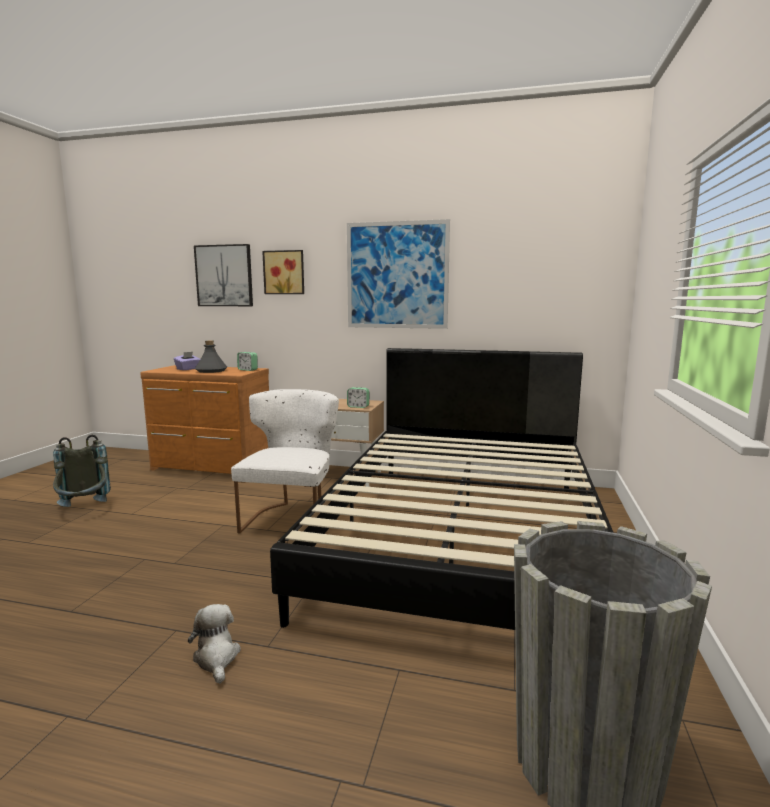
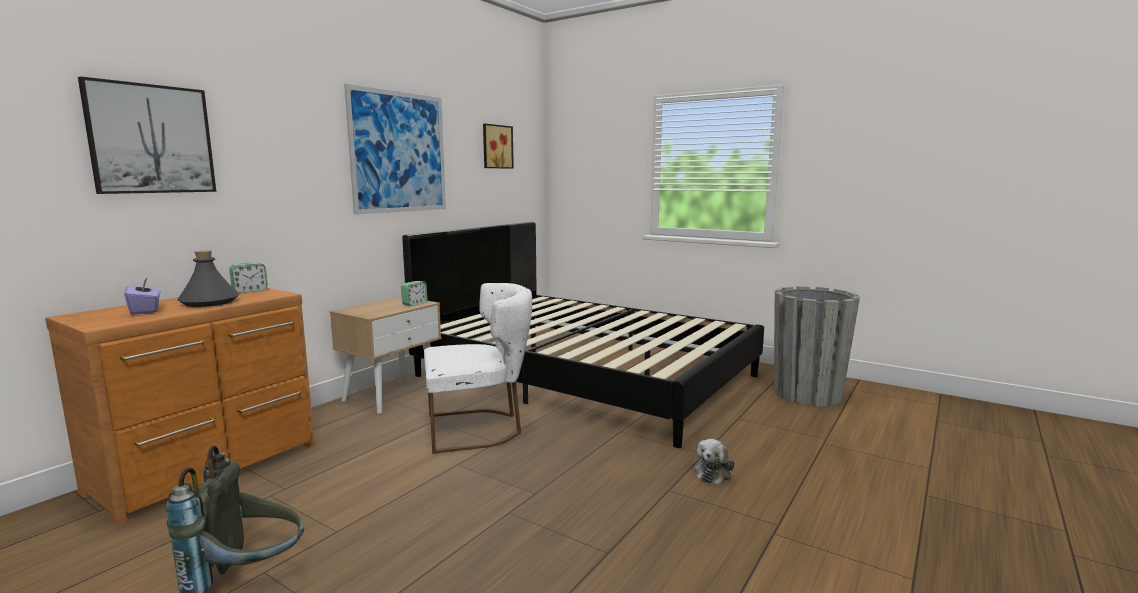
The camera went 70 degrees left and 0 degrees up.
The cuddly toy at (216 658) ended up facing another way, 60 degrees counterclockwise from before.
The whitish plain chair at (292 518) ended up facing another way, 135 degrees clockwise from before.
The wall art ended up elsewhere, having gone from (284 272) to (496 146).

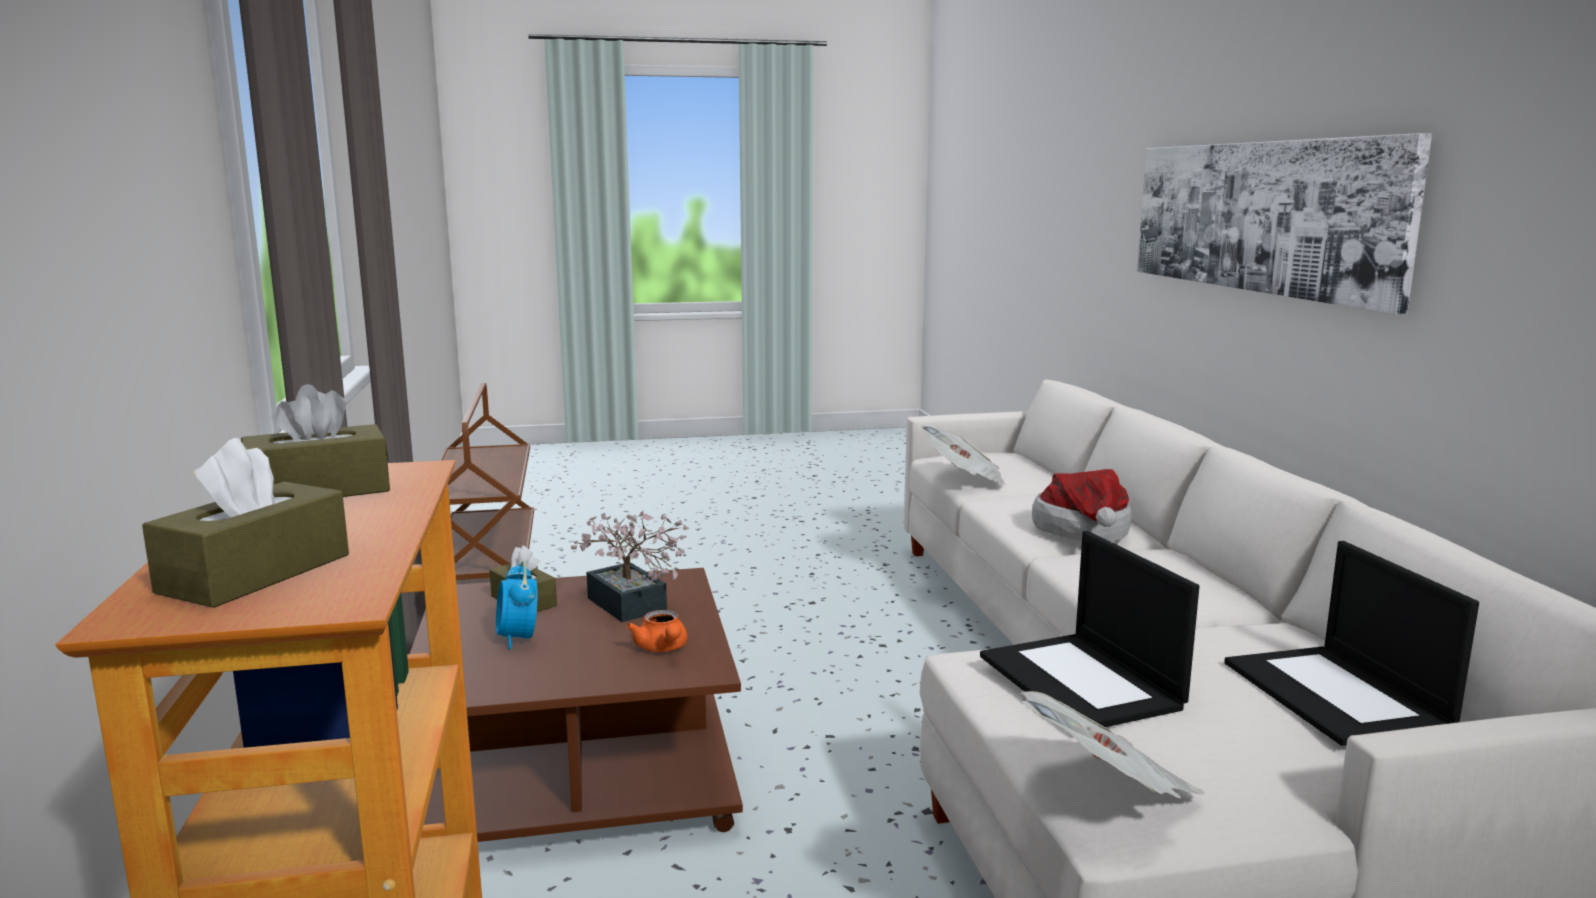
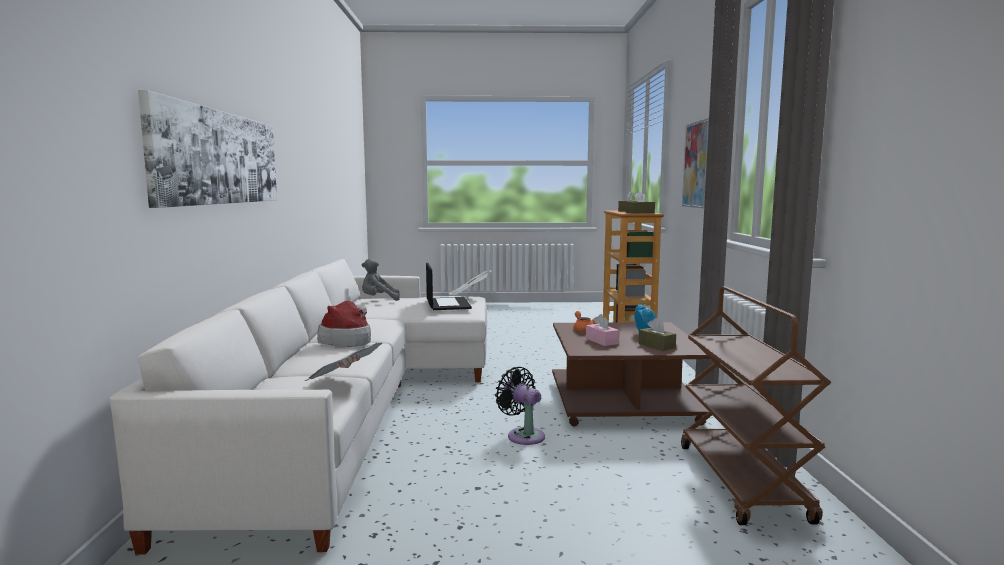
The camera went 170 degrees left and 5 degrees down.
Where the plant in a pot stood at (630 608), the pink-coloured box of tissues came to stand at (602 341).
Where the notebook computer stood at (1338 695), the greyish cuddly toy came to stand at (379 300).
The second view gained the blackish fan at (523 435).
The second view gained the wall art at (698 164).

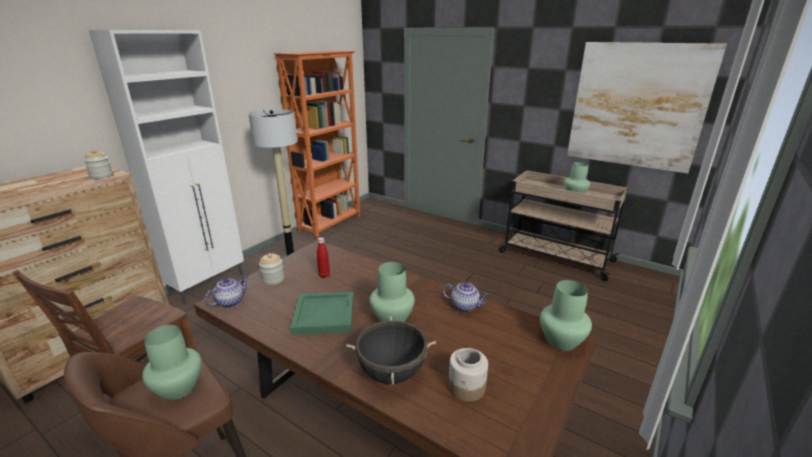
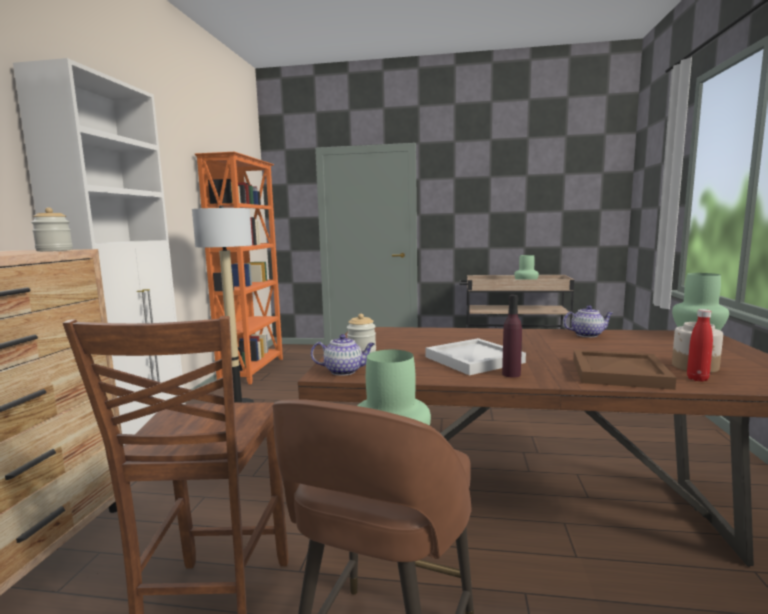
The camera went 25 degrees left and 15 degrees down.
The tea pot at (230 301) ended up facing another way, 75 degrees clockwise from before.
What was the green-coloured tray at (323 315) turned into the whitish tray at (474 360).
The red drink bottle ended up elsewhere, having gone from (324 275) to (697 379).
Where the blackish cooking pot stood at (392 373), the brownish tray came to stand at (620 373).
The second view lost the green-coloured decorative vase at (393 319).
The second view lost the wall art at (637 106).
The second view gained the purple drink bottle at (511 374).

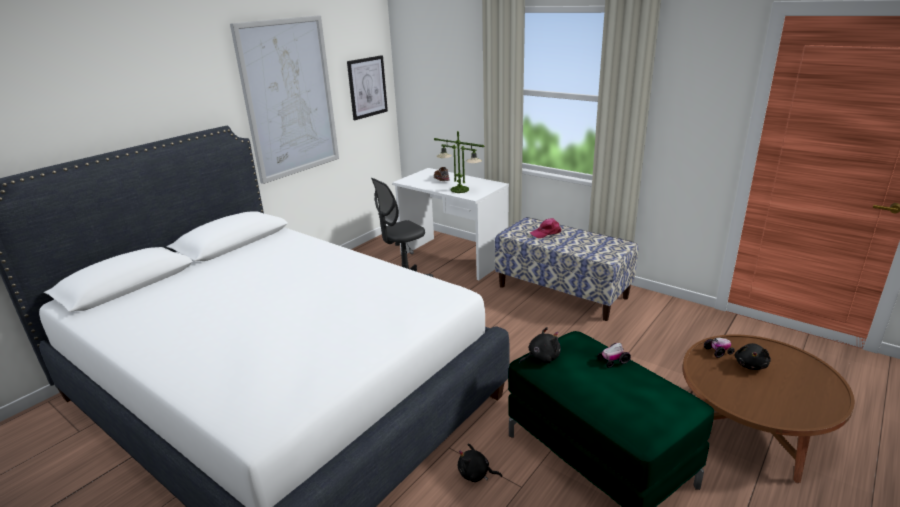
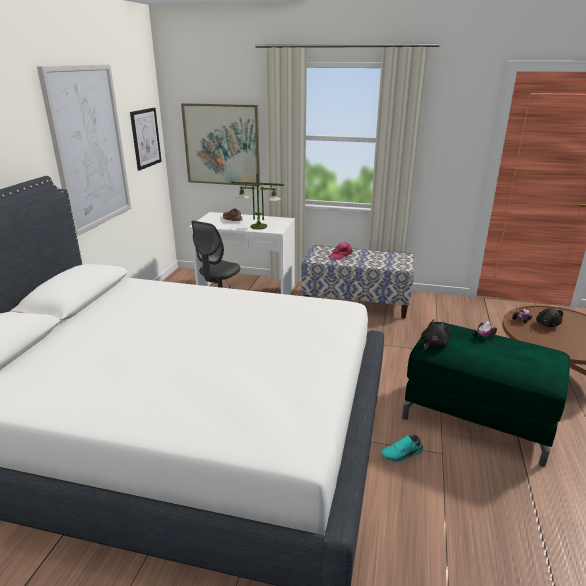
The camera went 25 degrees left and 0 degrees up.
Where the blackish cuddly toy stood at (476 474), the blue-green item of footwear came to stand at (402 454).
The second view gained the wall art at (222 145).

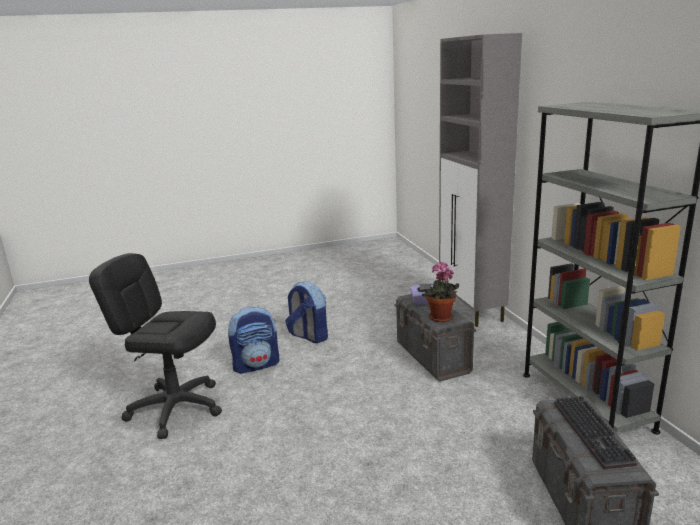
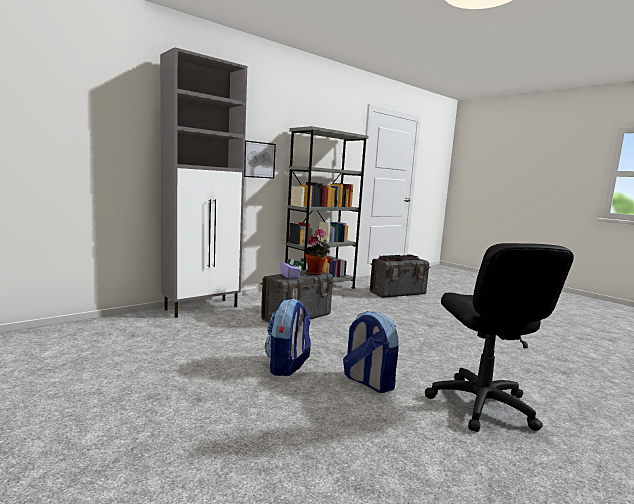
The camera went 115 degrees left and 10 degrees down.
The second view gained the wall art at (258 160).

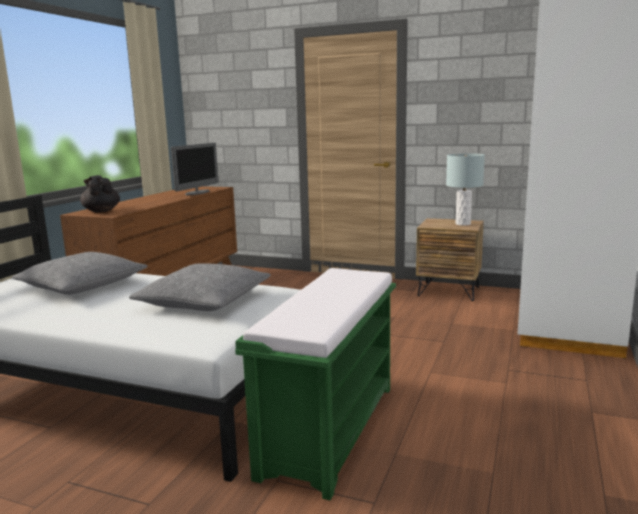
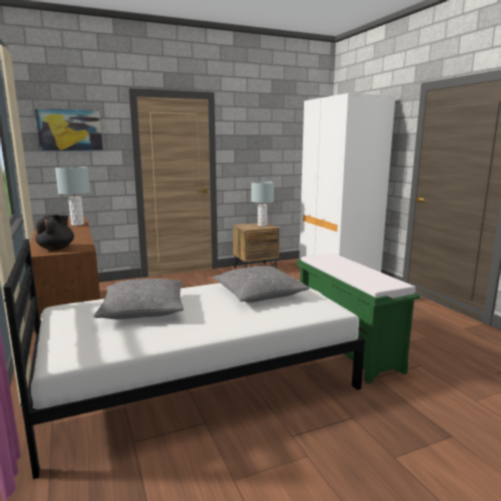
The camera went 45 degrees left and 0 degrees up.
The blackish tea pot at (101 211) ended up facing another way, 90 degrees clockwise from before.
Where the computer display stood at (197 193), the greyish tabletop lamp came to stand at (77 224).
The second view gained the wall art at (70 130).

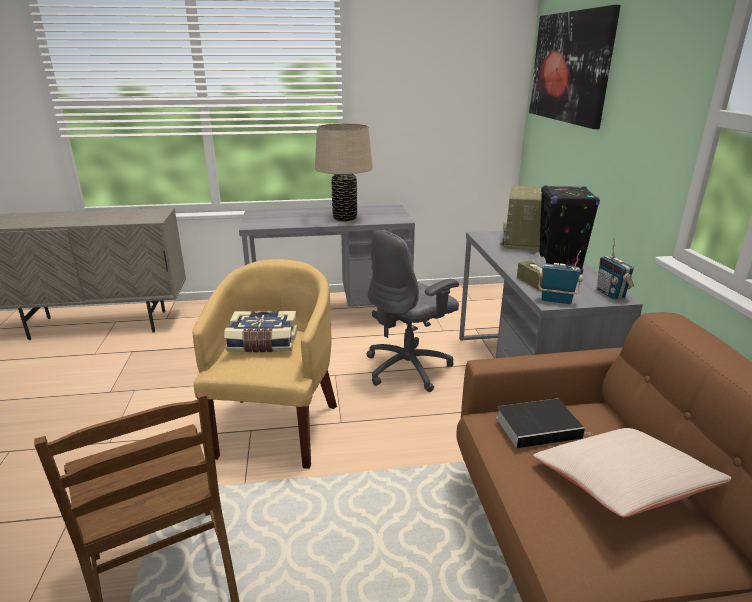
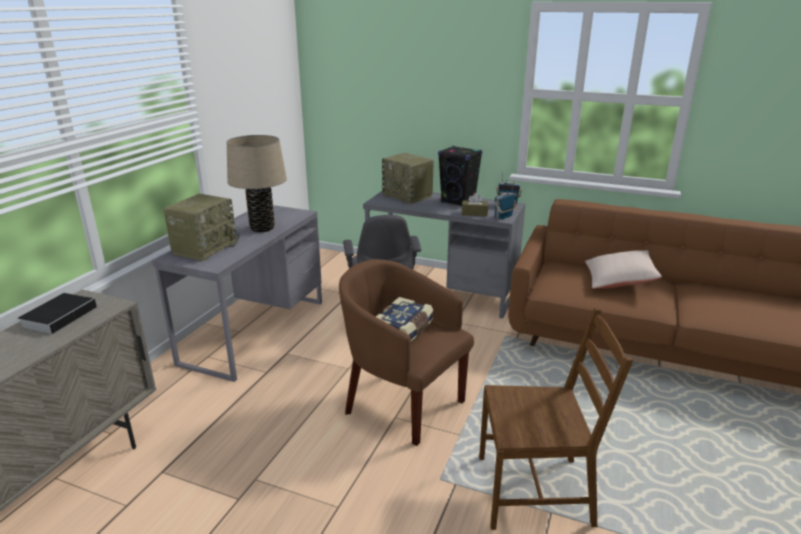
The camera went 60 degrees left and 0 degrees up.
What was the yellowish armchair at (277 426) turned into the brownish armchair at (402 403).
The volume ended up elsewhere, having gone from (539 426) to (60 316).
The second view lost the wall art at (570 67).
The second view gained the radio set at (205 248).

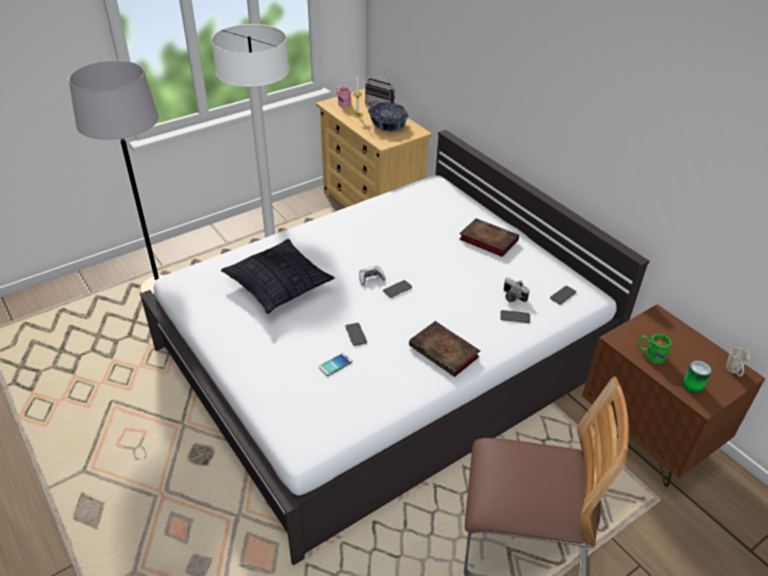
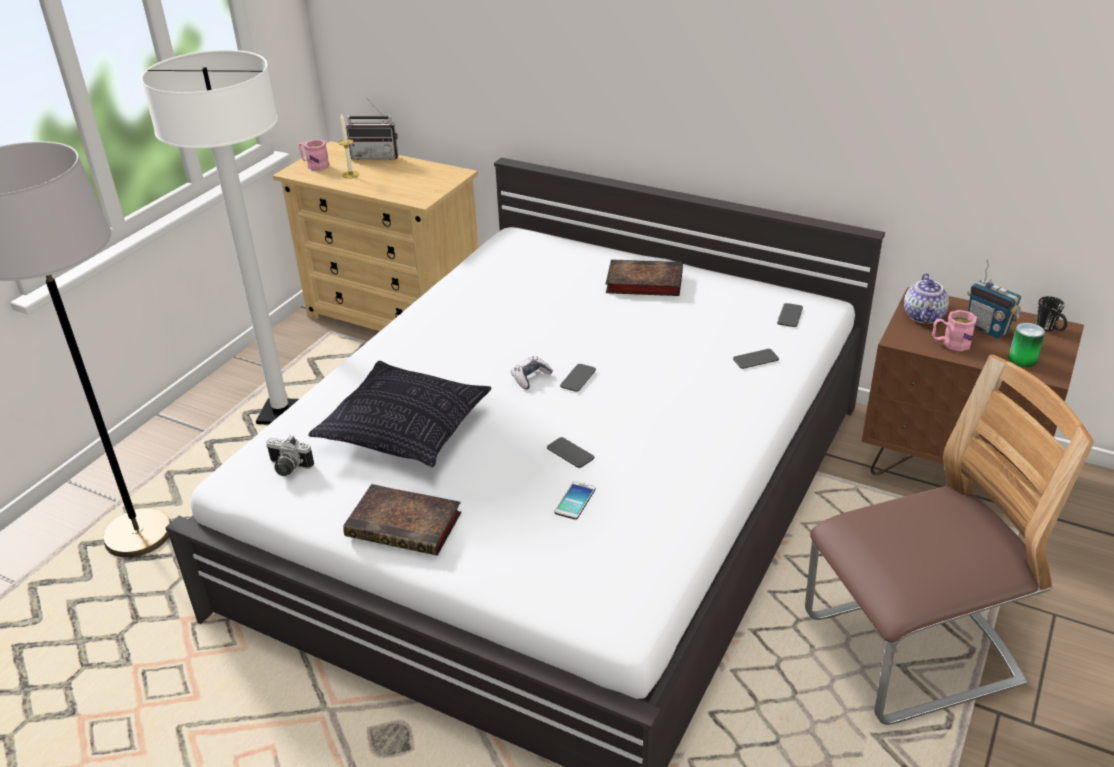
The camera went 25 degrees left and 5 degrees down.
The second view lost the bowl at (388 124).
The volume ended up elsewhere, having gone from (445 352) to (407 525).
The photo camera ended up elsewhere, having gone from (512 297) to (287 468).
What was the green-coloured tea mug at (650 355) turned into the pink-coloured tea mug at (950 343).
What was the whitish tea mug at (734 372) turned into the blackish tea mug at (1049 329).
The second view gained the tea pot at (924 316).
The second view gained the radio set at (987 329).

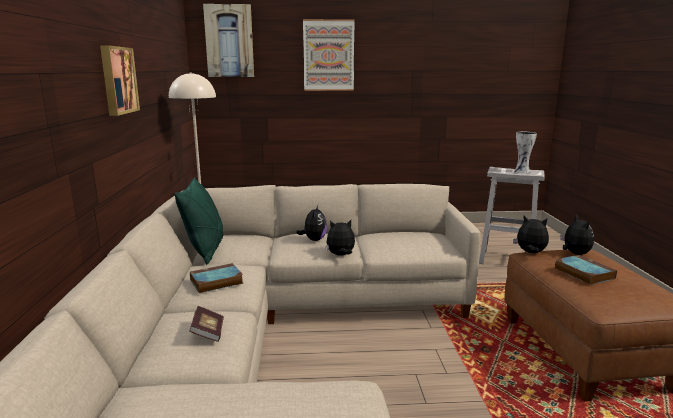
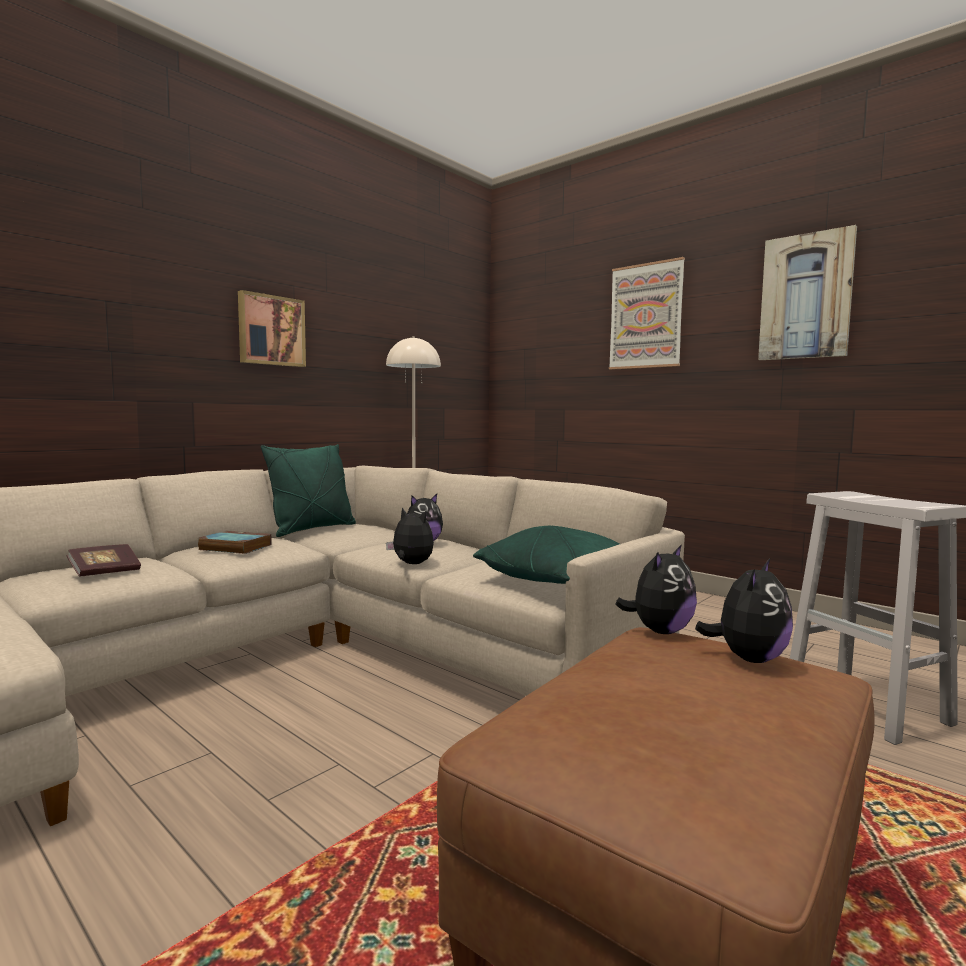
The camera went 45 degrees right and 10 degrees down.
The wall art ended up elsewhere, having gone from (229 41) to (806 297).
The cuddly toy at (530 253) ended up facing another way, 60 degrees clockwise from before.
The second view lost the decorative vase at (522 172).
The second view lost the volume at (582 273).
The second view gained the green-coloured cushion at (559 580).

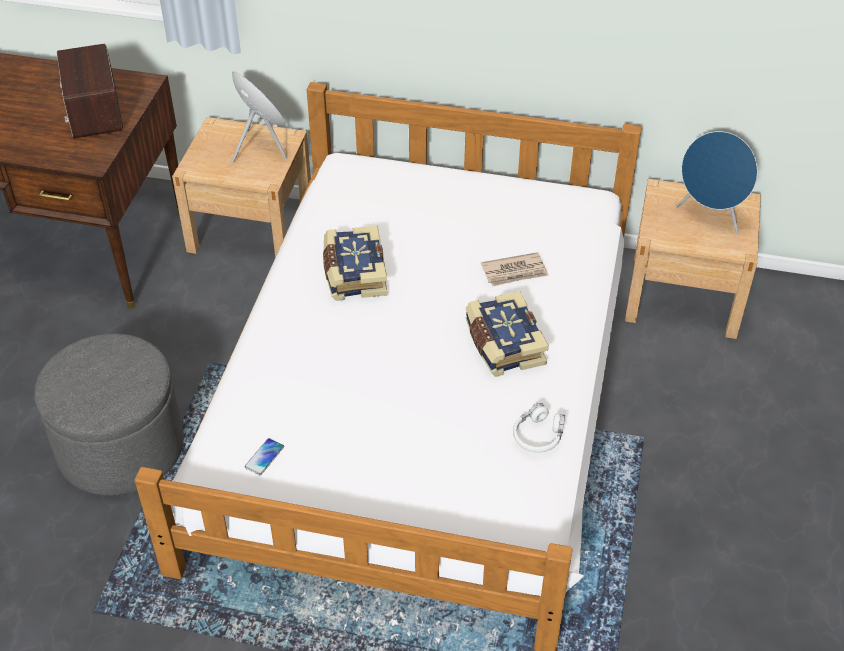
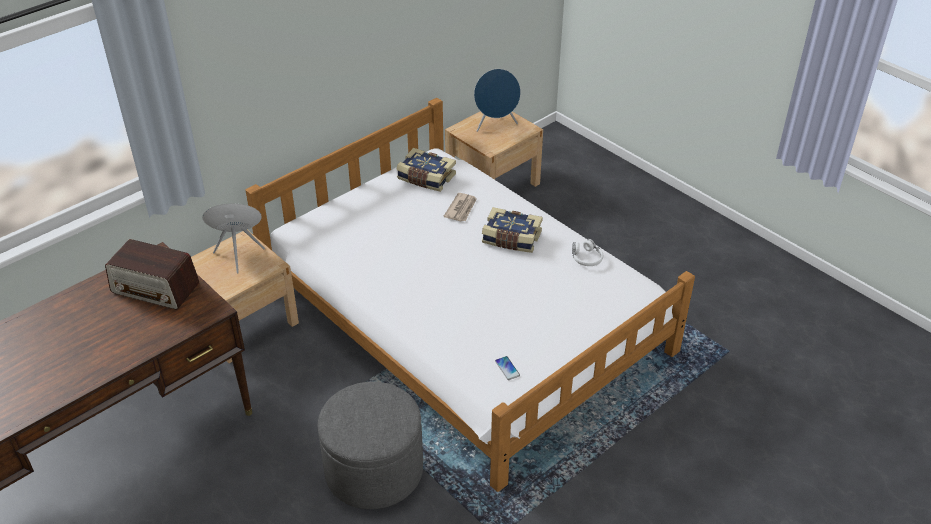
The camera went 55 degrees left and 5 degrees down.
The volume ended up elsewhere, having gone from (354 274) to (425 178).

